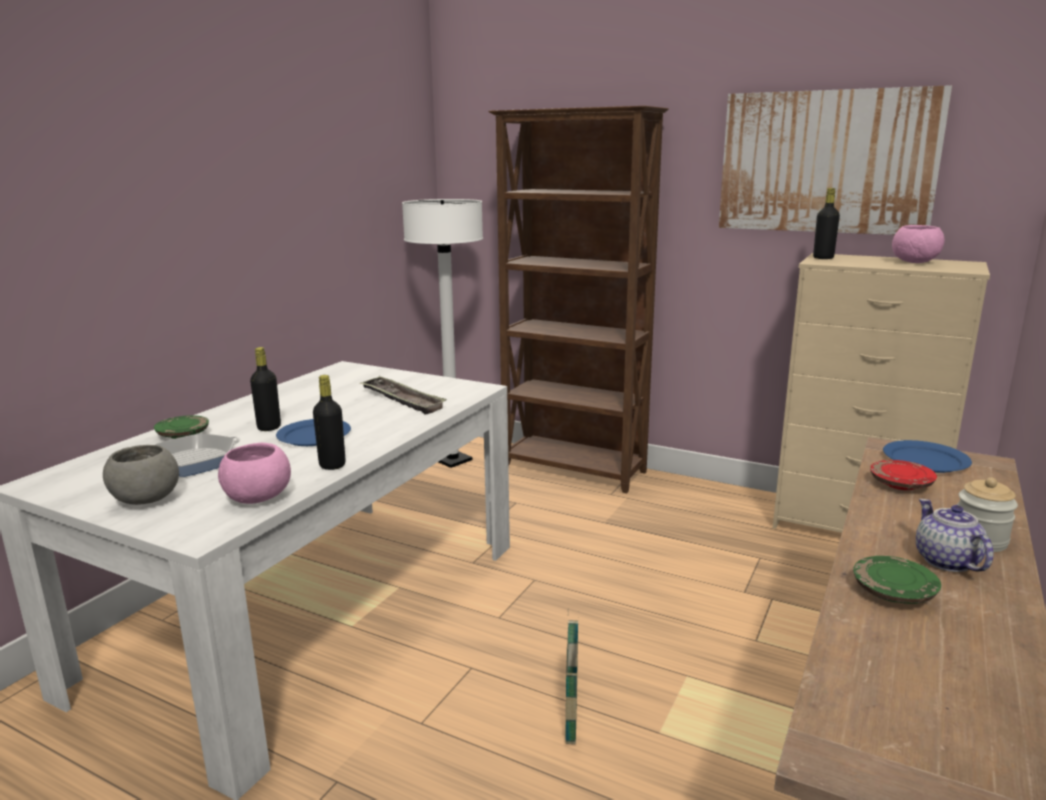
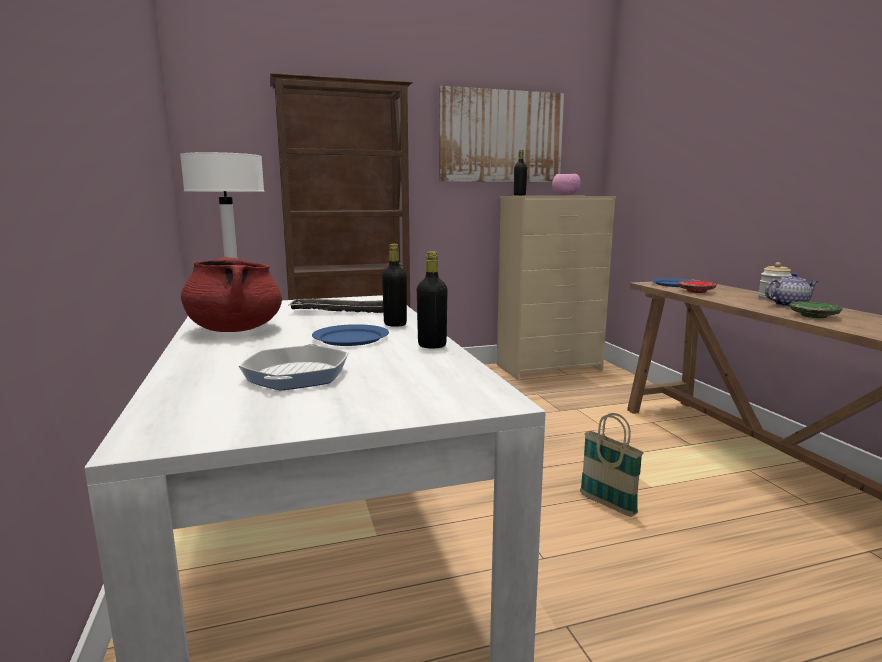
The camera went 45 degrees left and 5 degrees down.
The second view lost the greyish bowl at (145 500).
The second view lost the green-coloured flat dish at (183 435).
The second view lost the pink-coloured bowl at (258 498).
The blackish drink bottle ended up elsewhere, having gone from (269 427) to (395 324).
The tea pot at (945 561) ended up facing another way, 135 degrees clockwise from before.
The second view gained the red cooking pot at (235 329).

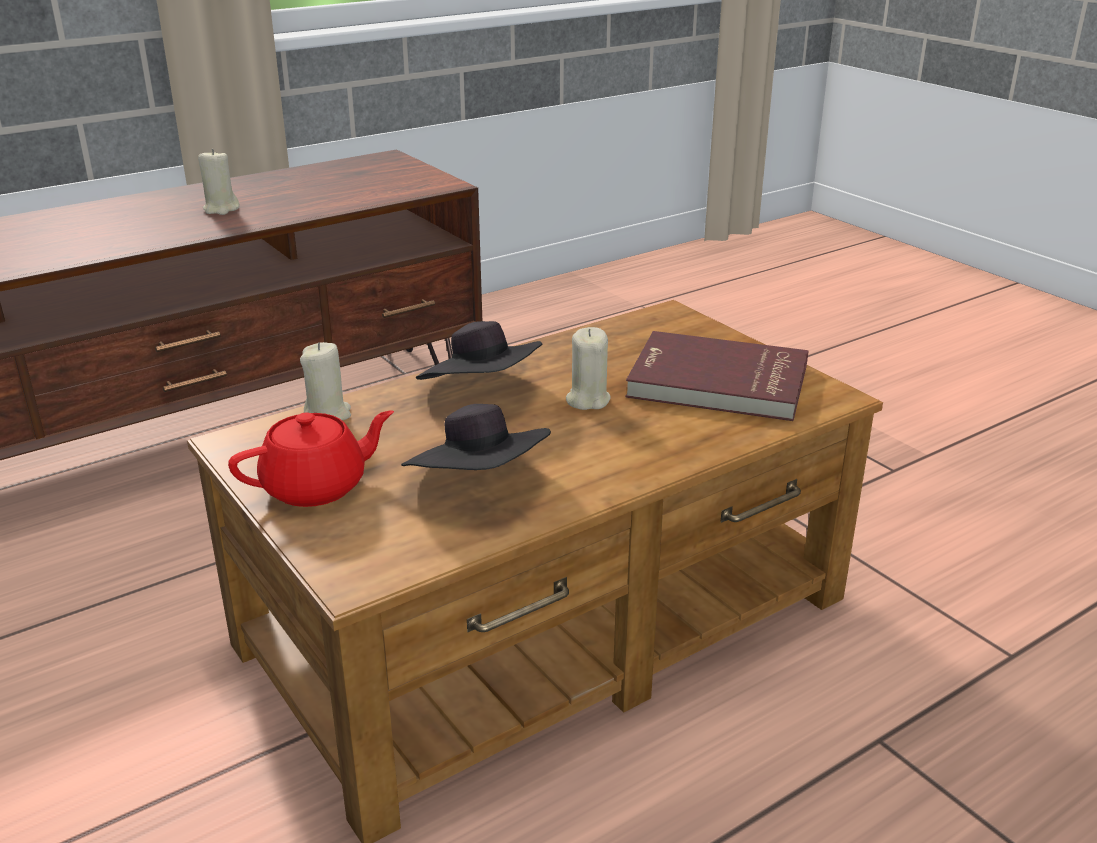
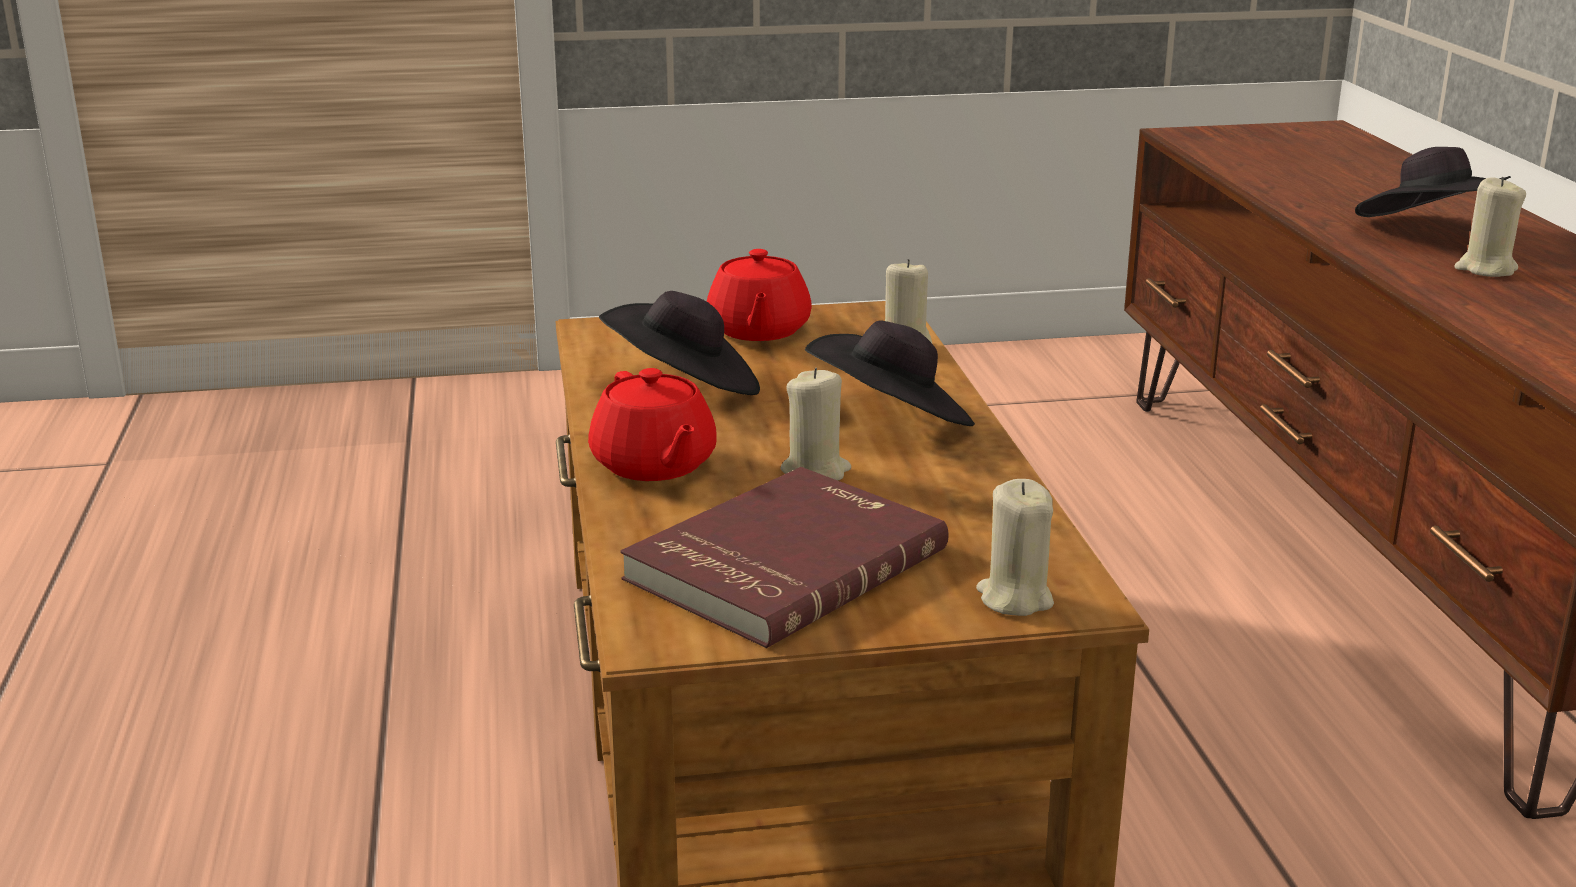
The camera went 115 degrees right and 5 degrees down.
The second view gained the red tea pot at (654 465).
The second view gained the beige candle at (1014 598).
The second view gained the blackish wearable hat at (1428 232).

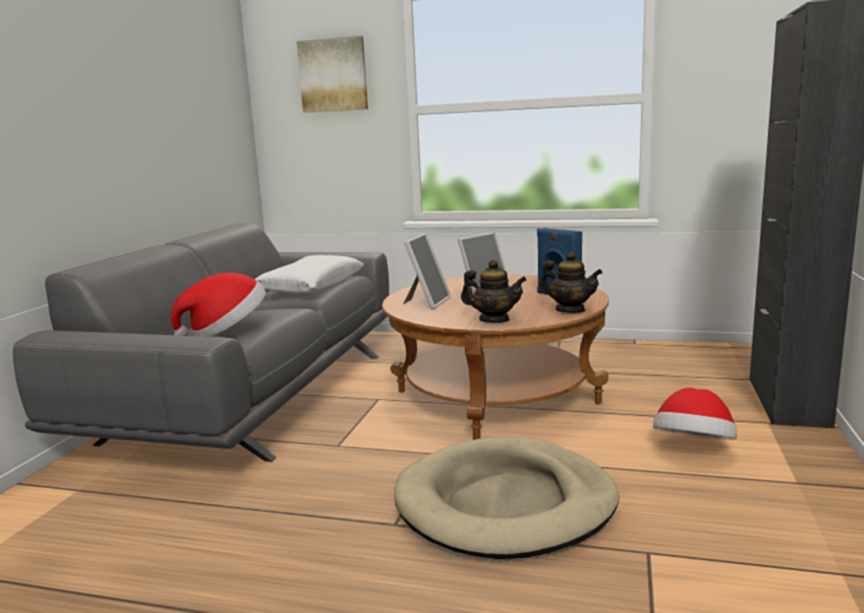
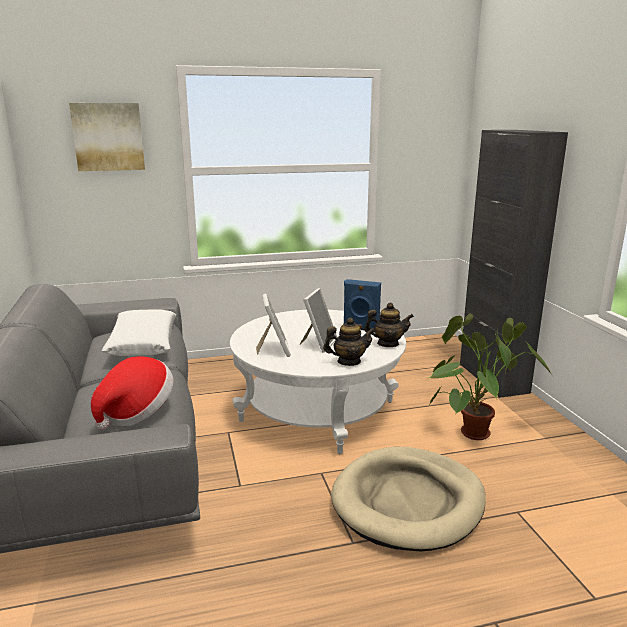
The camera went 30 degrees left and 5 degrees up.
What was the brownish lounge table at (495 397) turned into the whitish lounge table at (317 411).
Where the wearable hat stood at (693 448), the plant in a pot came to stand at (475 426).

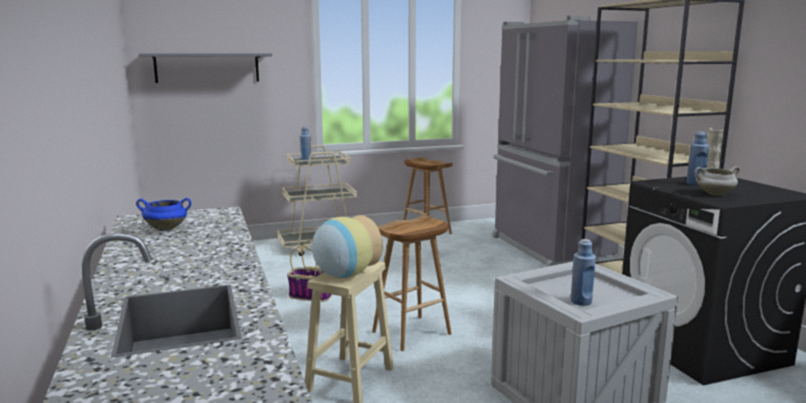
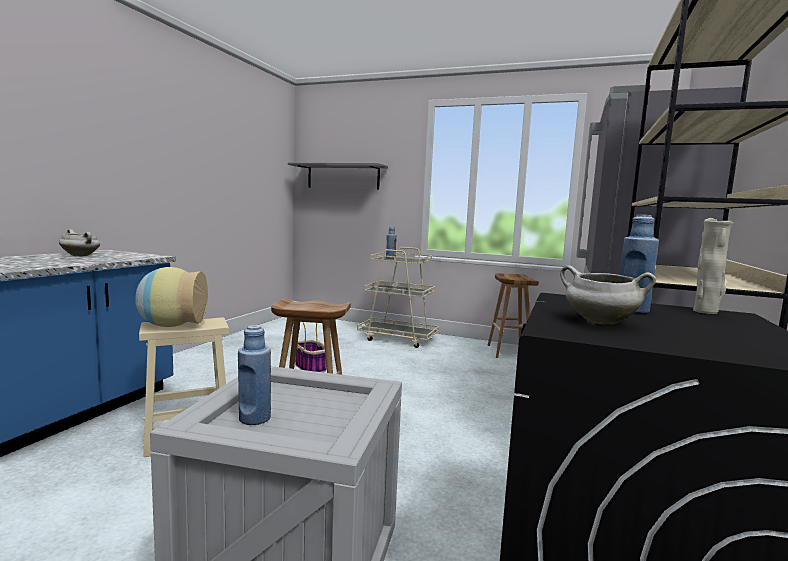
The camera went 40 degrees right and 5 degrees down.
What was the blue cooking pot at (167 229) turned into the whitish cooking pot at (81 256).

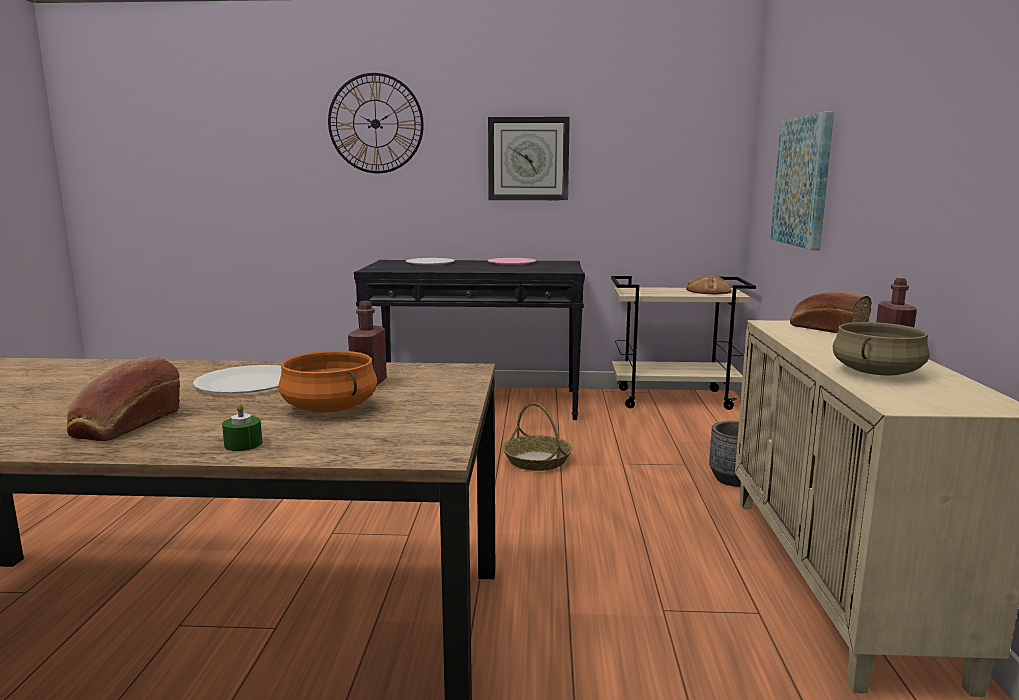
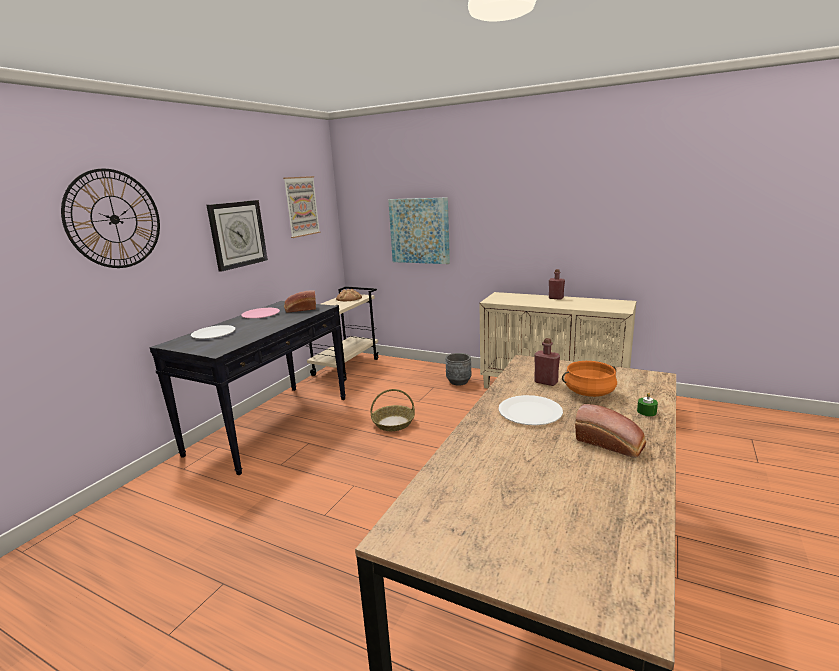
The camera went 65 degrees left and 5 degrees up.
The baked bread ended up elsewhere, having gone from (825 328) to (300 309).
The second view lost the beige cooking pot at (877 373).
The second view gained the wall art at (301 206).

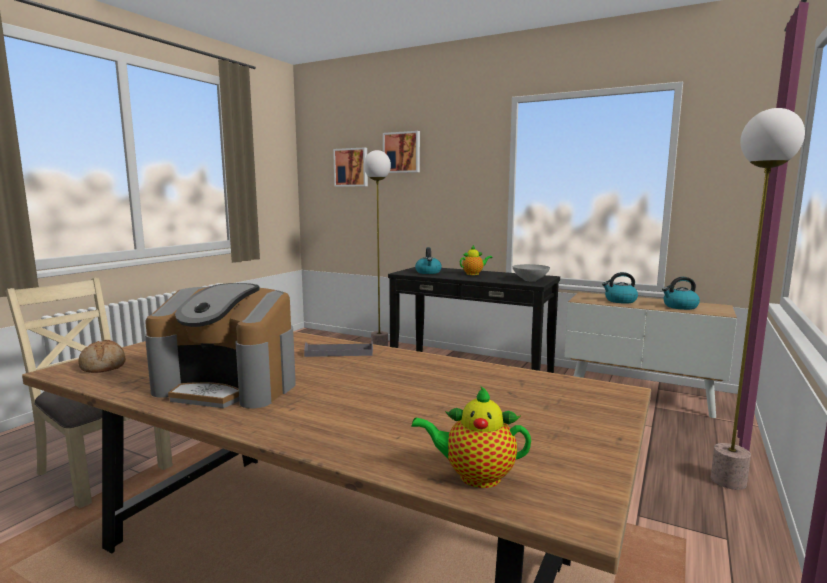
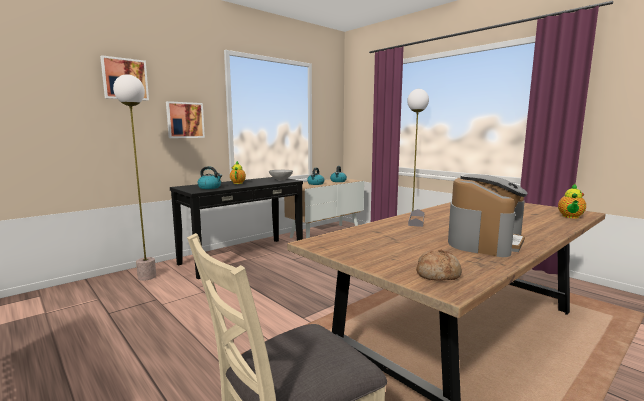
The camera went 70 degrees left and 0 degrees up.
The wall art ended up elsewhere, having gone from (351 167) to (185 120).

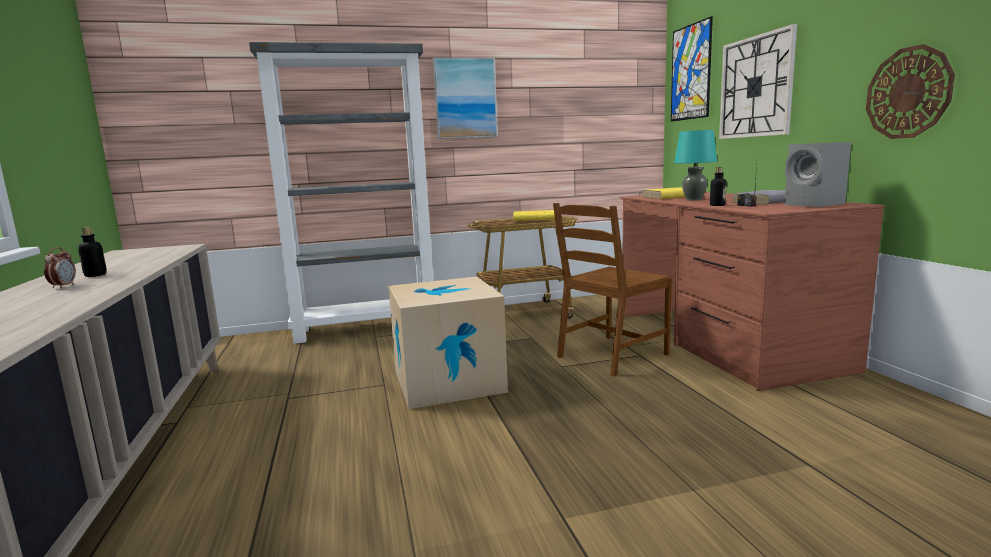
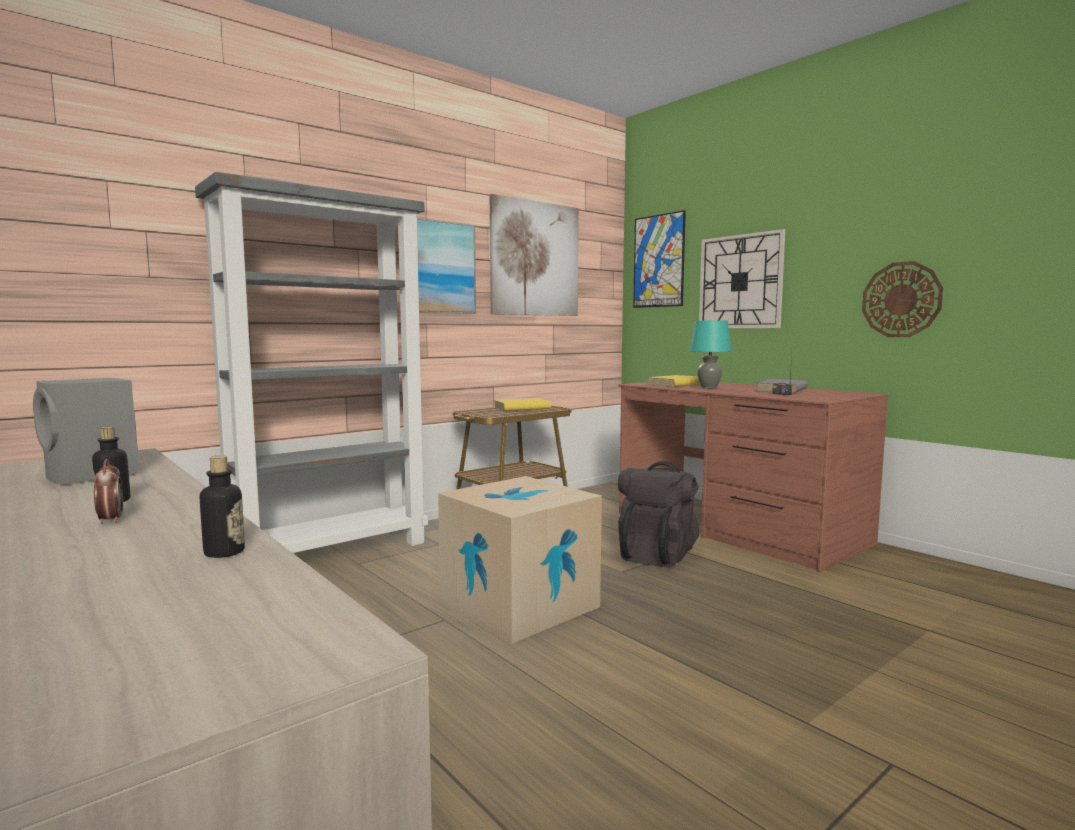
The camera went 25 degrees left and 5 degrees down.
Where the brownish plain chair stood at (611 355), the blackish rucksack came to stand at (657 554).
The drink bottle ended up elsewhere, having gone from (717 205) to (224 552).
The greyish loudspeaker ended up elsewhere, having gone from (815 205) to (92 476).
The second view gained the wall art at (535 259).

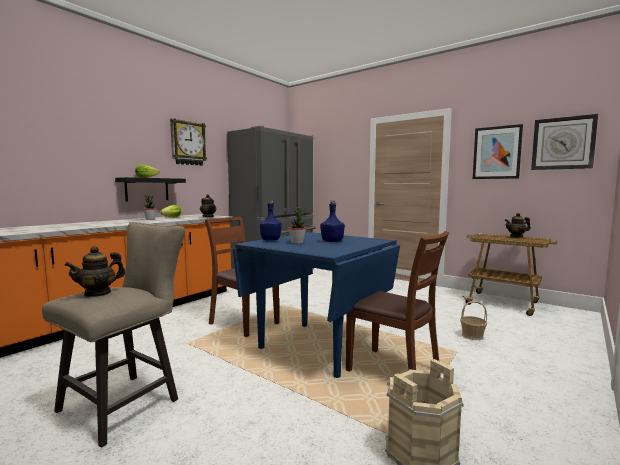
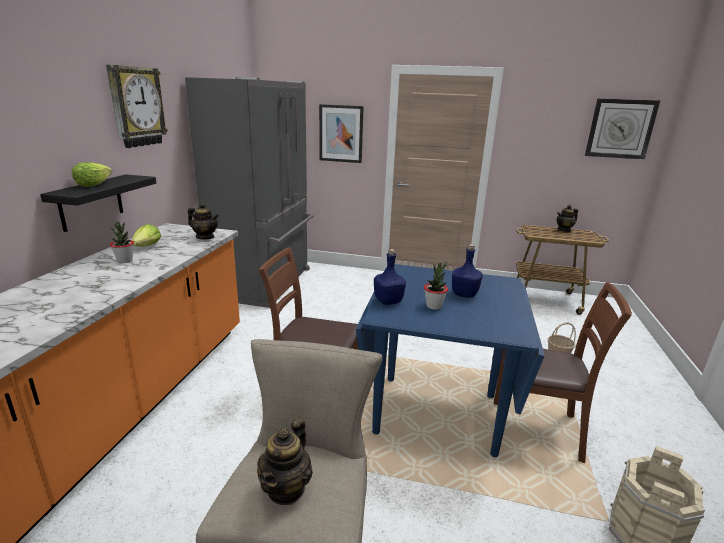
The camera went 25 degrees left and 15 degrees up.
The wall art ended up elsewhere, having gone from (497 152) to (341 133).

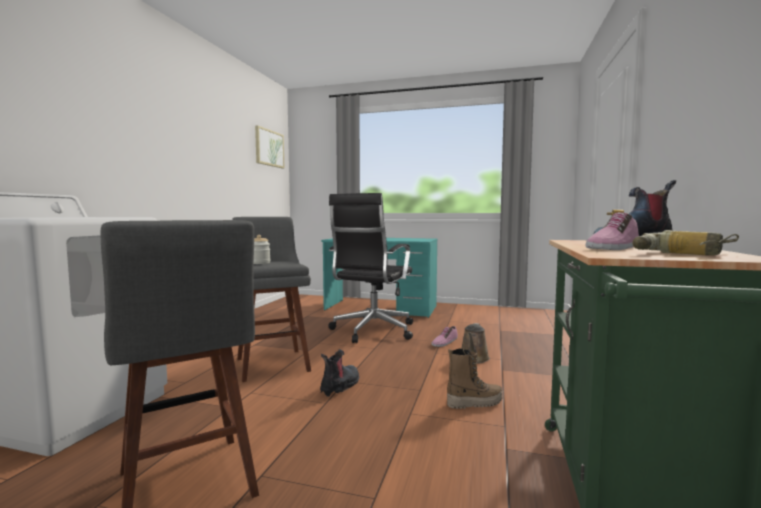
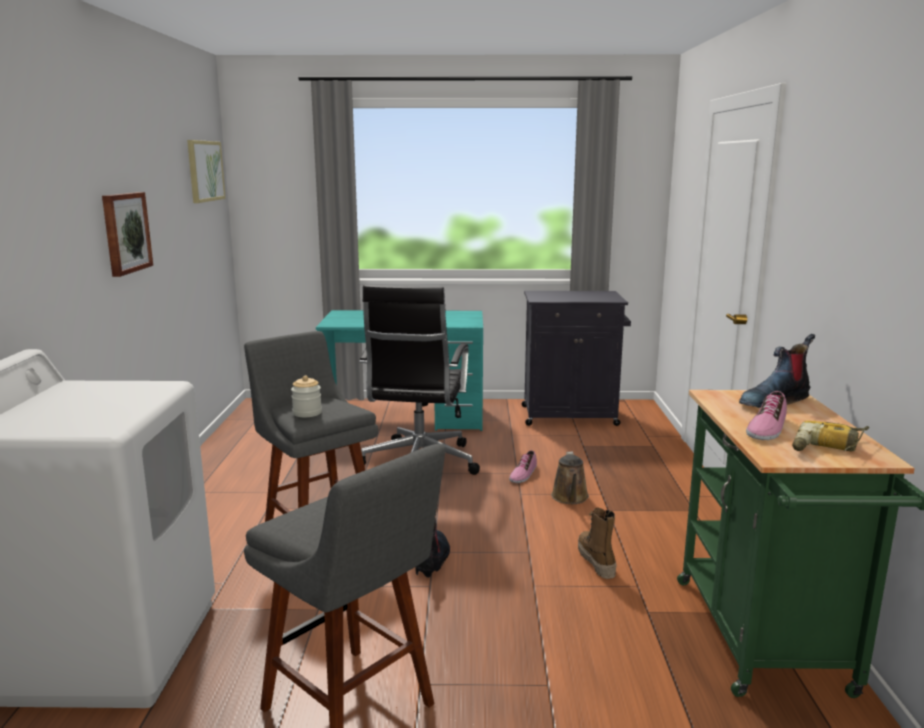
The camera went 15 degrees left and 10 degrees up.
The high-top boot at (474 403) ended up facing another way, 75 degrees counterclockwise from before.
The second view gained the wall art at (125 232).
The second view gained the blackish cabinet at (571 415).

